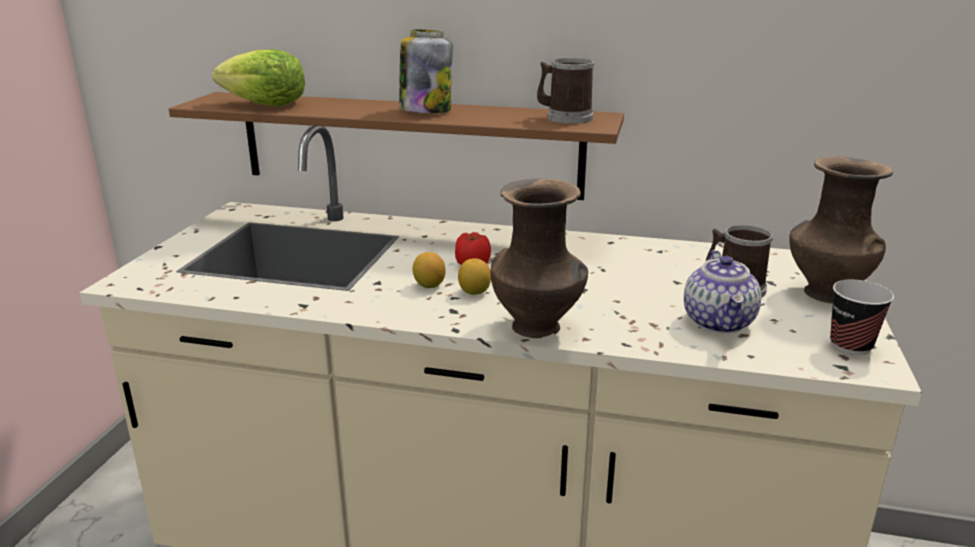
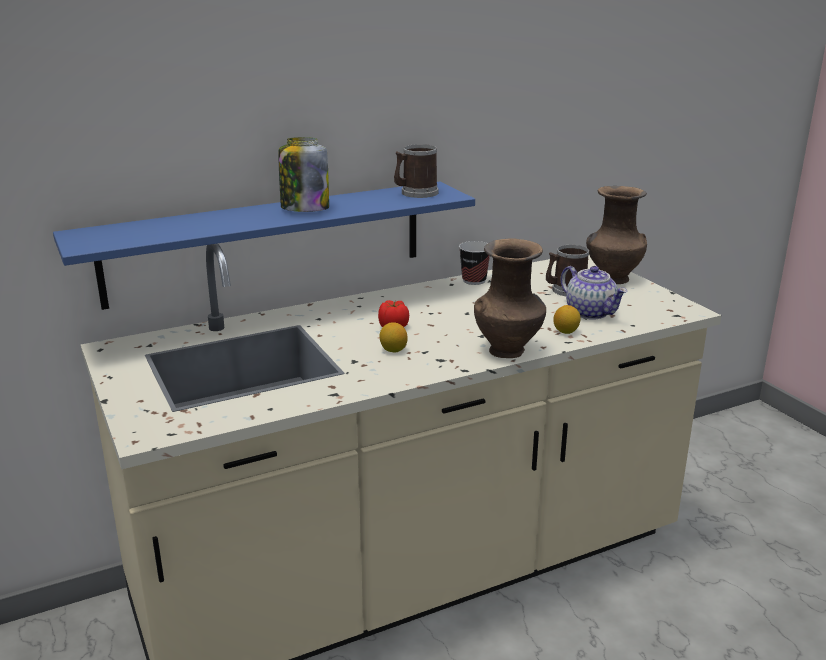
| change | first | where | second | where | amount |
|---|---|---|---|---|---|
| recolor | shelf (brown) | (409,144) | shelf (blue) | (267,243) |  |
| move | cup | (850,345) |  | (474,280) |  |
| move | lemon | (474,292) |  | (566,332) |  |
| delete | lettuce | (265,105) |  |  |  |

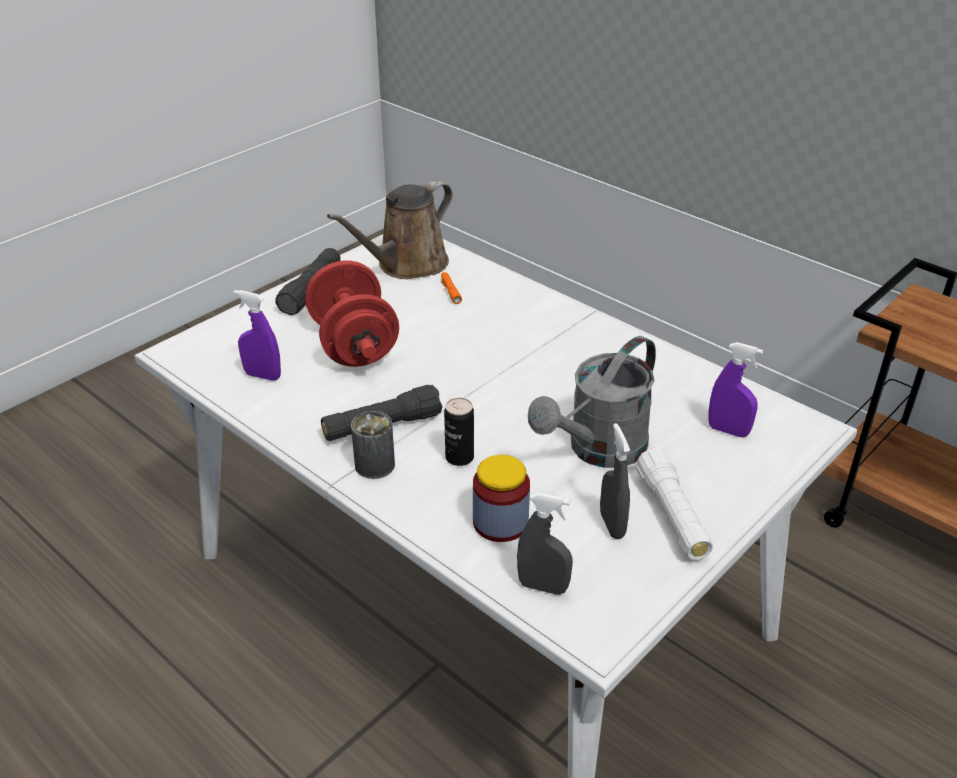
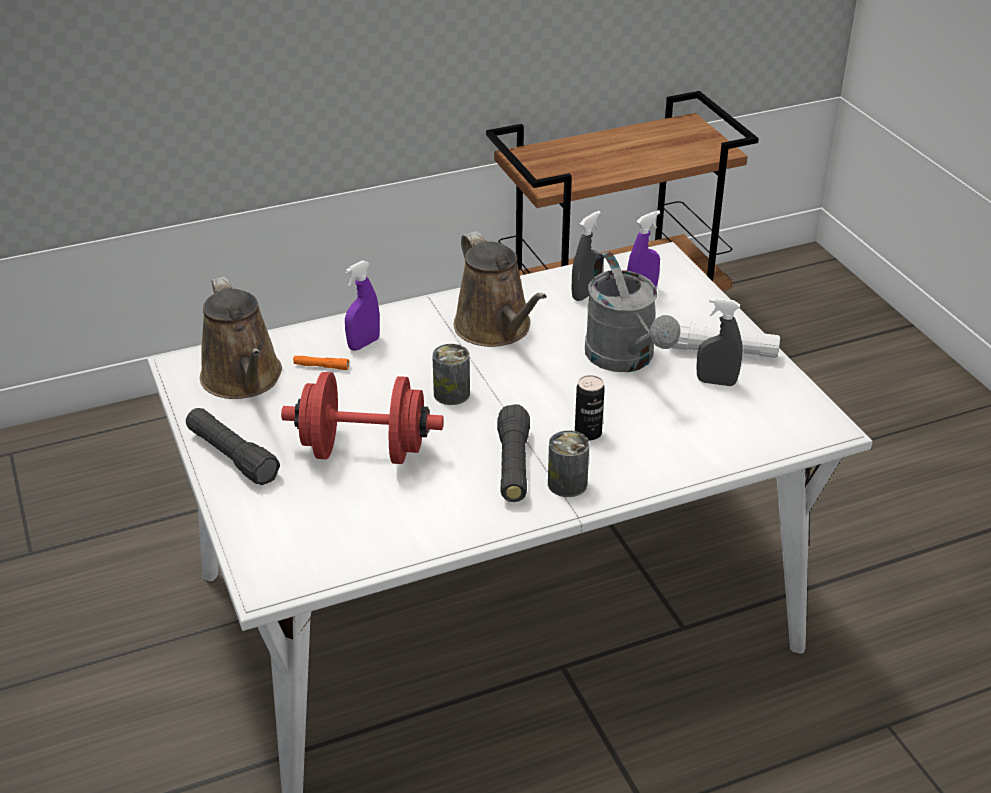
| change | first | where | second | where | amount |
|---|---|---|---|---|---|
| move | spray bottle (purple) | (263,376) |  | (363,344) |  |
| insert |  |  | can | (451,394) |  |
| insert |  |  | watering can (brown) | (496,329) |  |
| move | spray bottle (grey) | (543,586) |  | (585,294) |  |
| delete | jar | (500,522) |  |  |  |

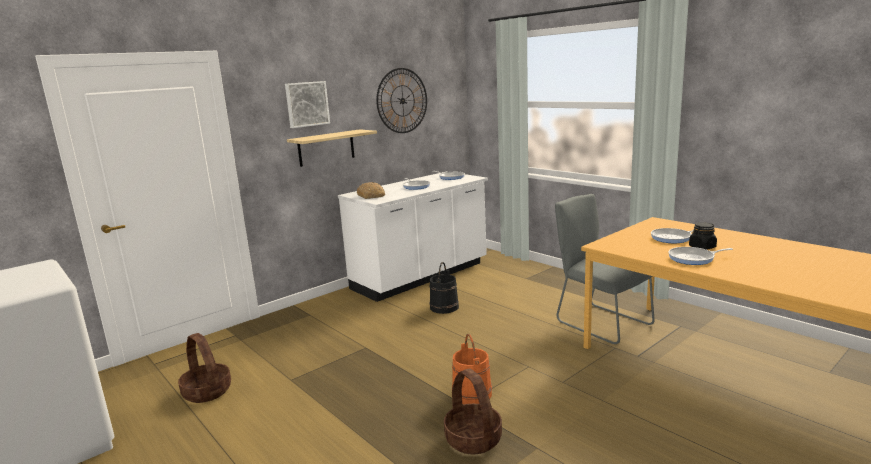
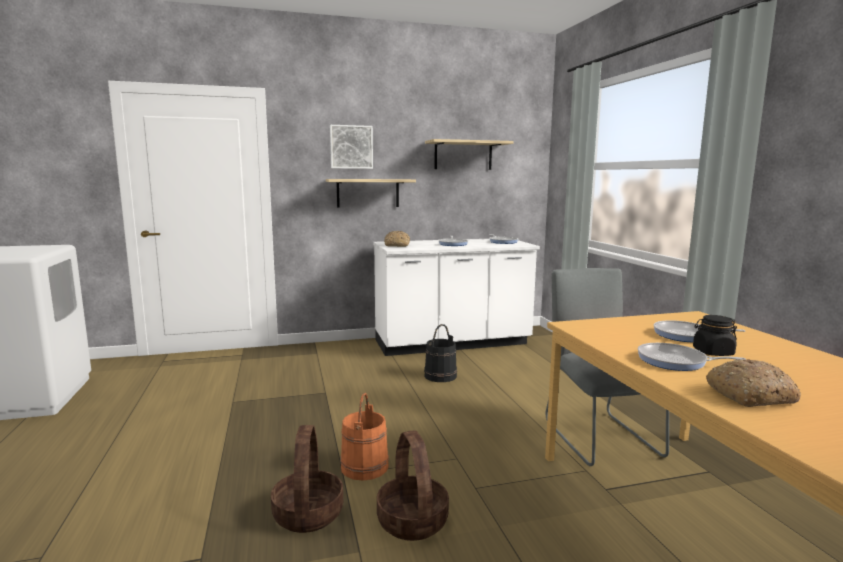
| change | first | where | second | where | amount |
|---|---|---|---|---|---|
| move | basket | (207,391) |  | (413,521) |  |
| replace | wall clock | (402,100) | shelf | (463,155) |  |
| insert |  |  | bread | (750,395) |  |

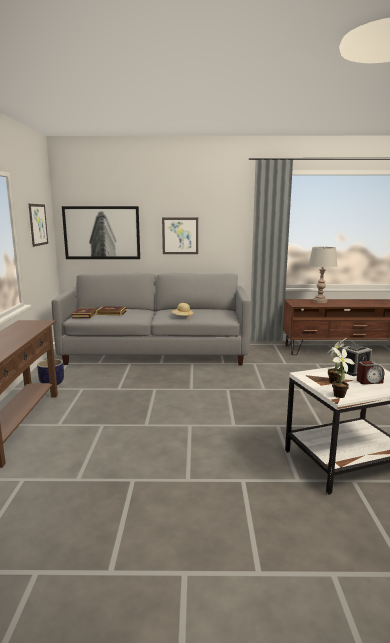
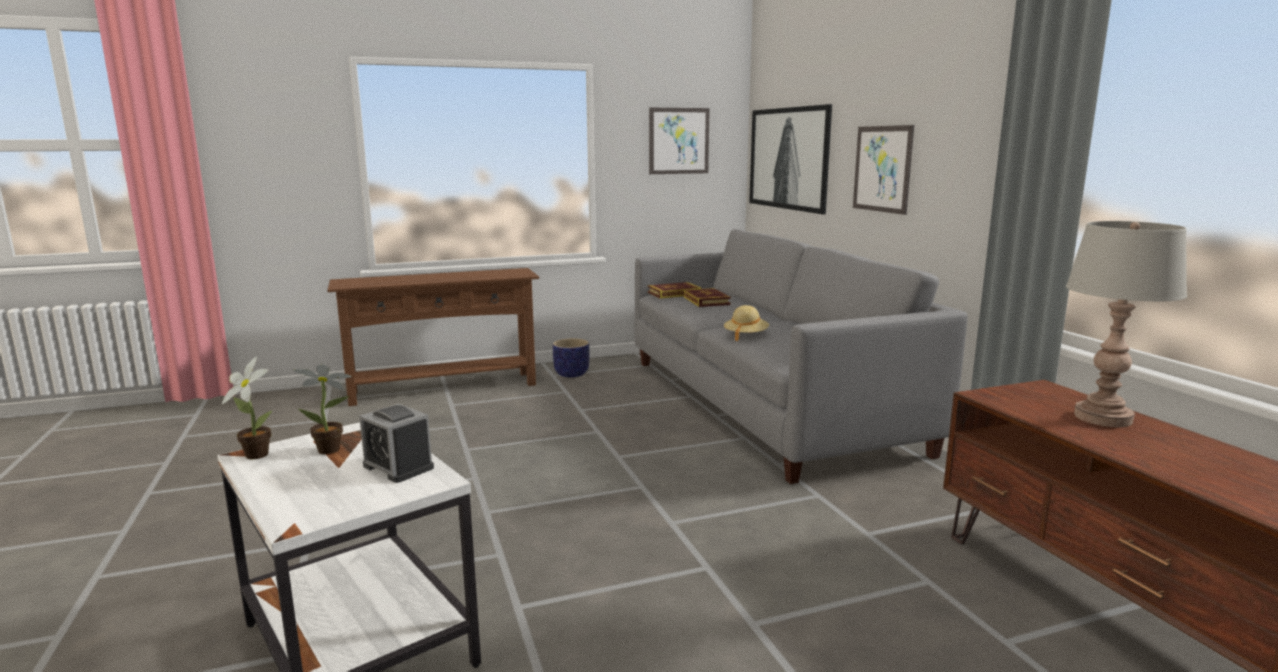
| change | first | where | second | where | amount |
|---|---|---|---|---|---|
| delete | alarm clock | (369,381) |  |  |  |

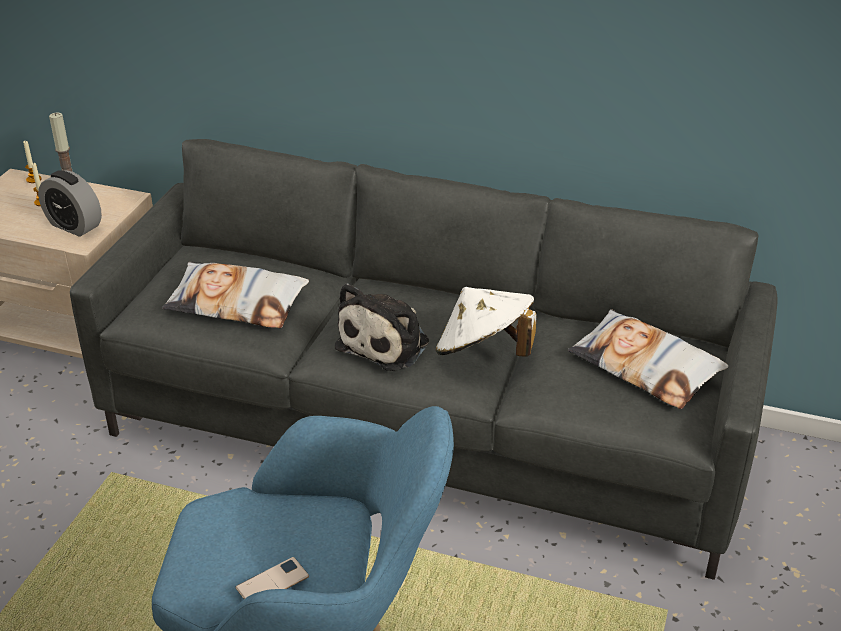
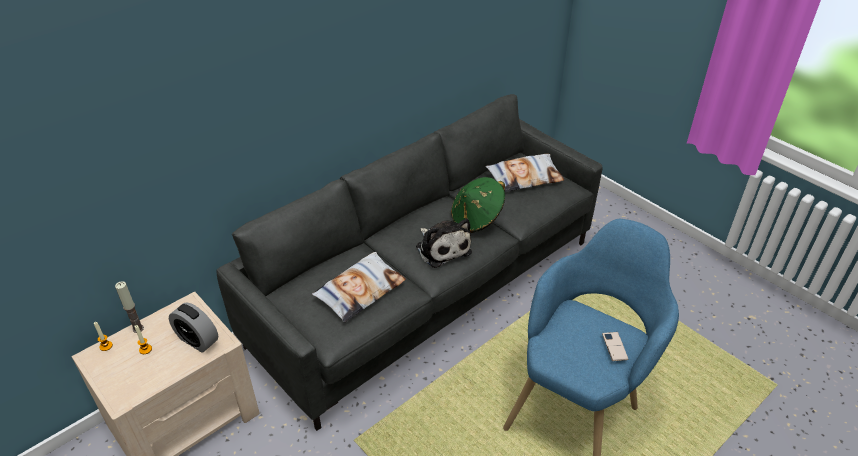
| change | first | where | second | where | amount |
|---|---|---|---|---|---|
| rotate | alarm clock | (74,226) |  | (197,340) | 60 degrees clockwise |
| recolor | hat (white) | (484,352) | hat (green) | (477,219) |  |

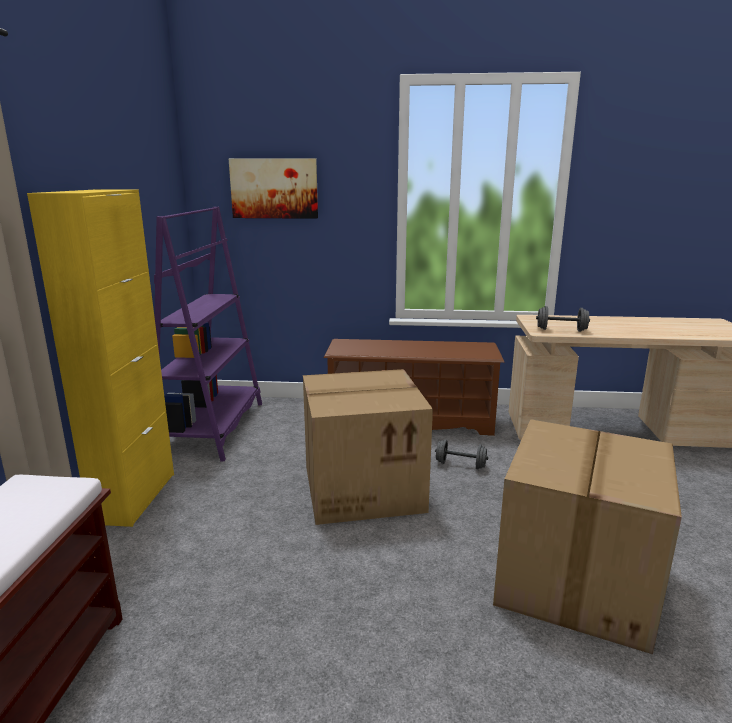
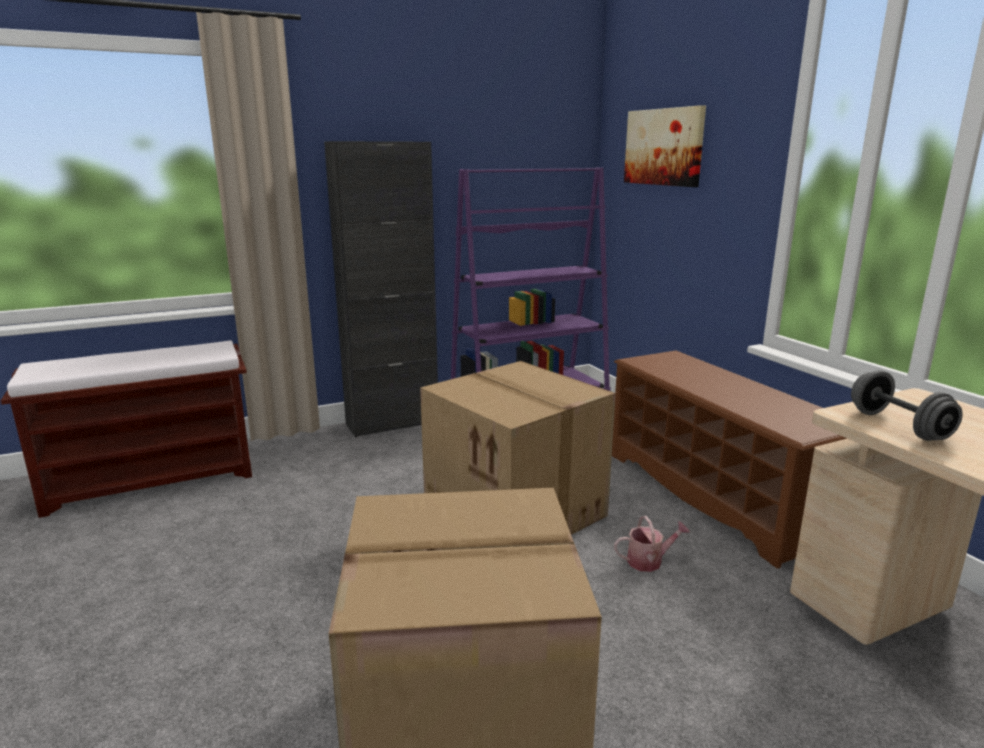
| change | first | where | second | where | amount |
|---|---|---|---|---|---|
| recolor | cabinet (yellow) | (134,497) | cabinet (black) | (392,423) |  |
| replace | dumbbell (grey) | (460,465) | watering can | (649,561) |  |

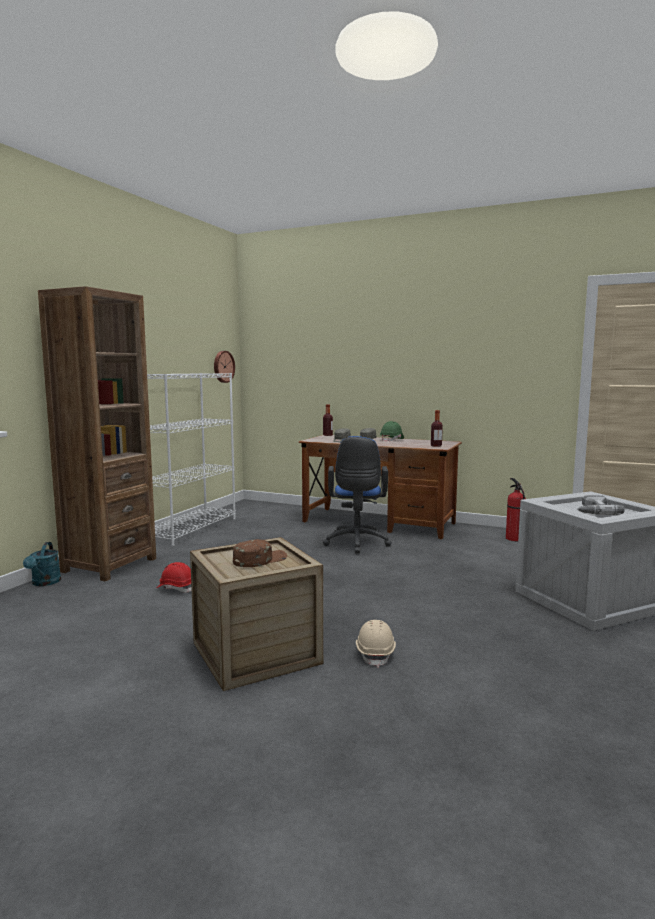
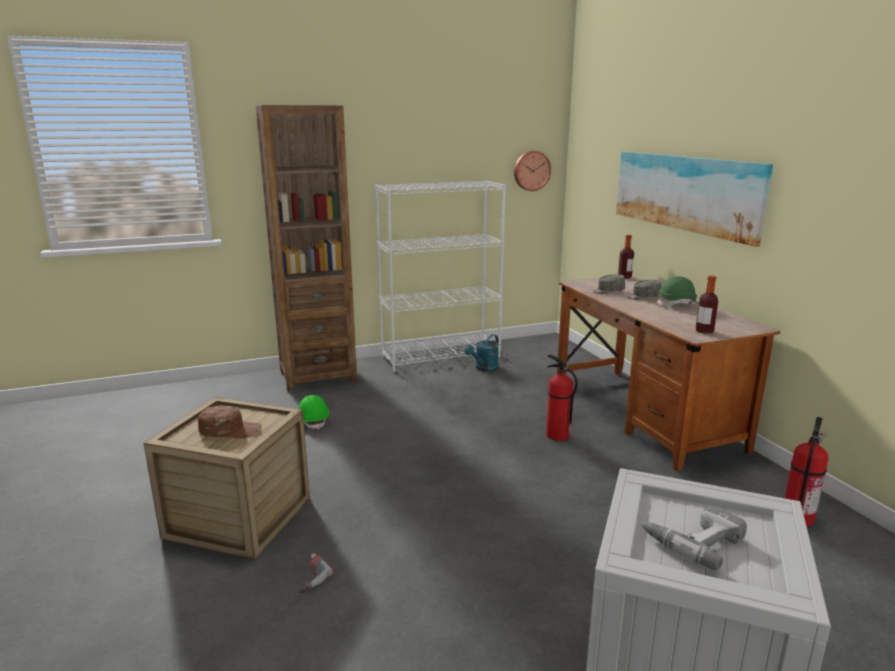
| change | first | where | second | where | amount |
|---|---|---|---|---|---|
| replace | hard hat (beige) | (375,653) | power drill | (307,578) |  |
| recolor | hard hat (red) | (176,588) | hard hat (green) | (313,420) |  |
| move | watering can (turquoise) | (44,583) |  | (484,369) |  |
| replace | office chair (blue) | (356,544) | fire extinguisher | (556,435) |  |
| insert |  |  | picture | (685,192) |  |

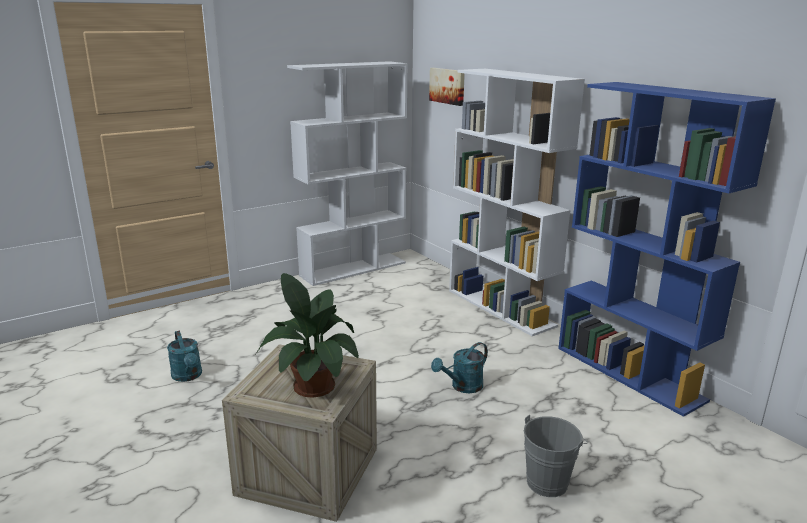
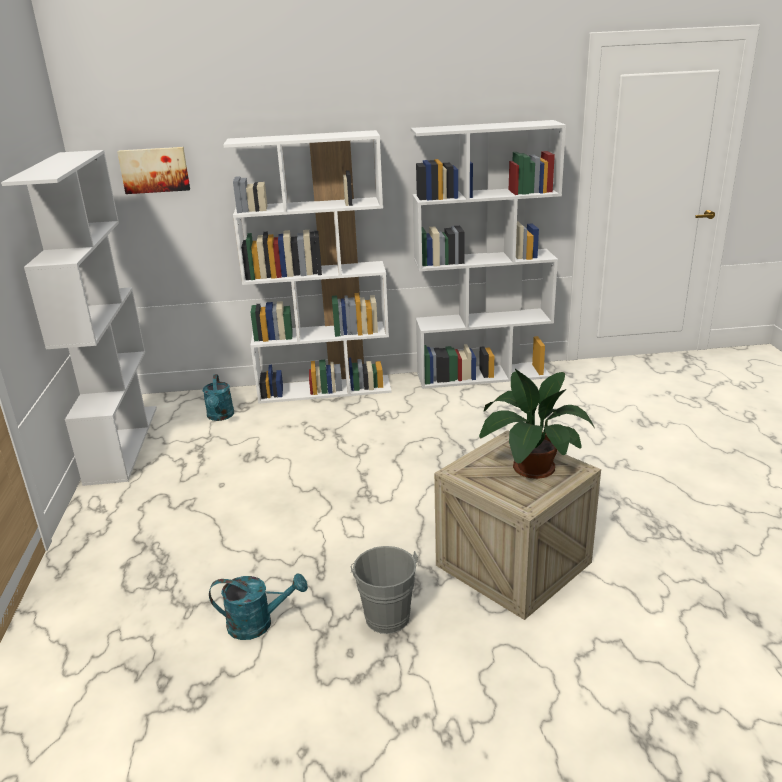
| change | first | where | second | where | amount |
|---|---|---|---|---|---|
| move | watering can (turquoise) | (462,387) |  | (220,417) |  |
| move | bucket (grey) | (549,480) |  | (386,614) |  |
| recolor | bookcase (blue) | (629,373) | bookcase (white) | (483,375) |  |

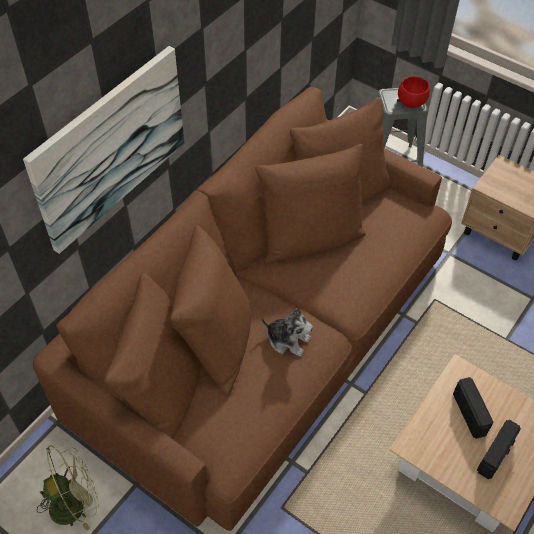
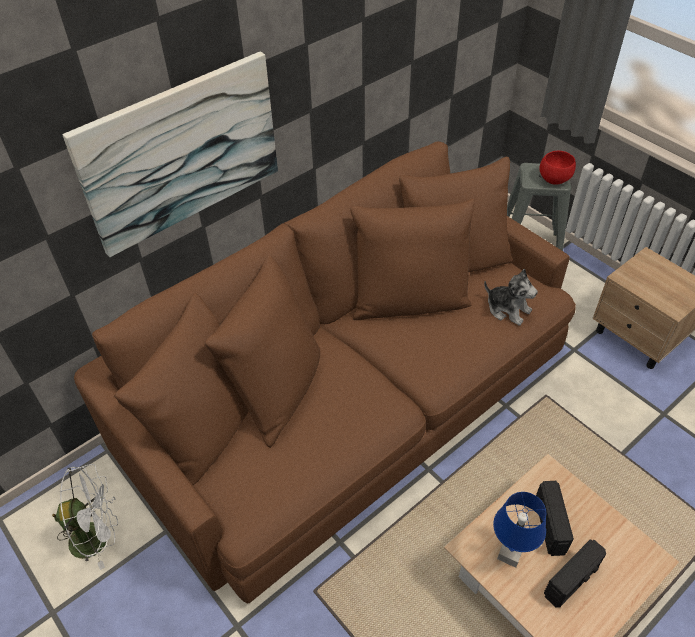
| change | first | where | second | where | amount |
|---|---|---|---|---|---|
| recolor | fan (green) | (74,502) | fan (white) | (98,537) |  |
| move | plush toy | (288,340) |  | (508,309) |  |
| insert |  |  | table lamp (blue) | (510,554) |  |

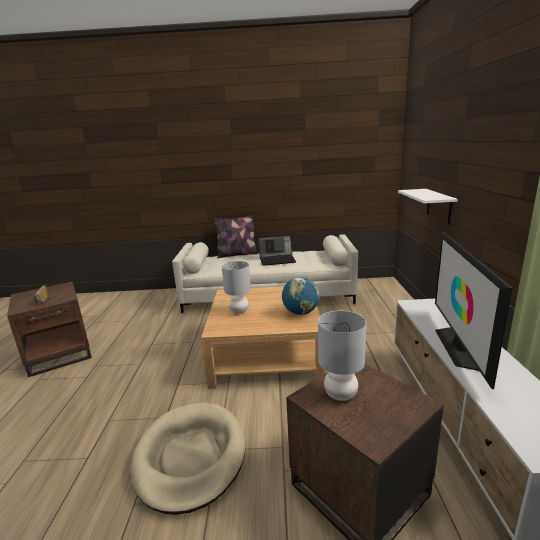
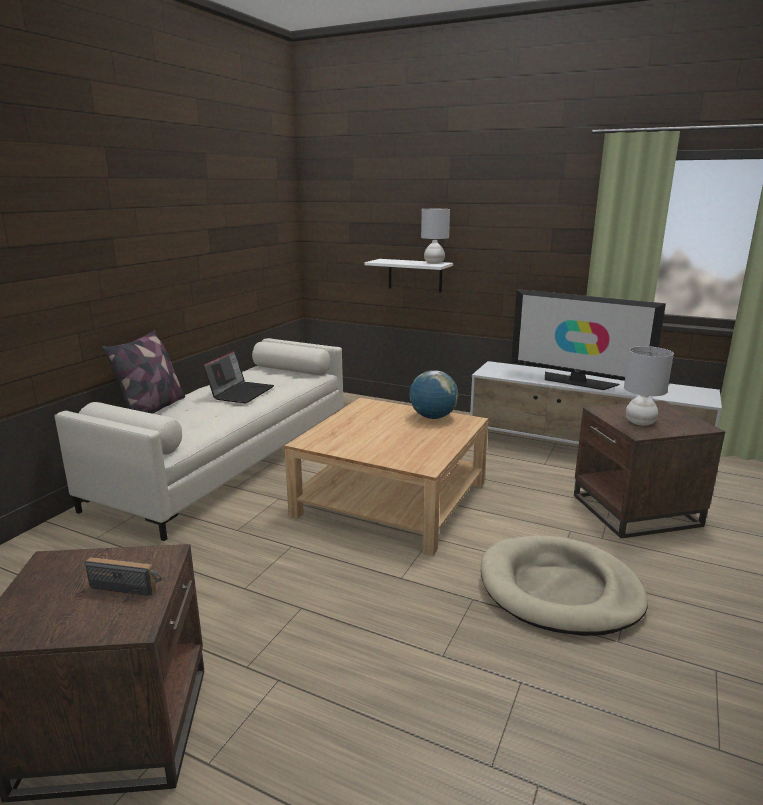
| change | first | where | second | where | amount |
|---|---|---|---|---|---|
| move | table lamp (grey) | (239,311) |  | (434,263) |  |

